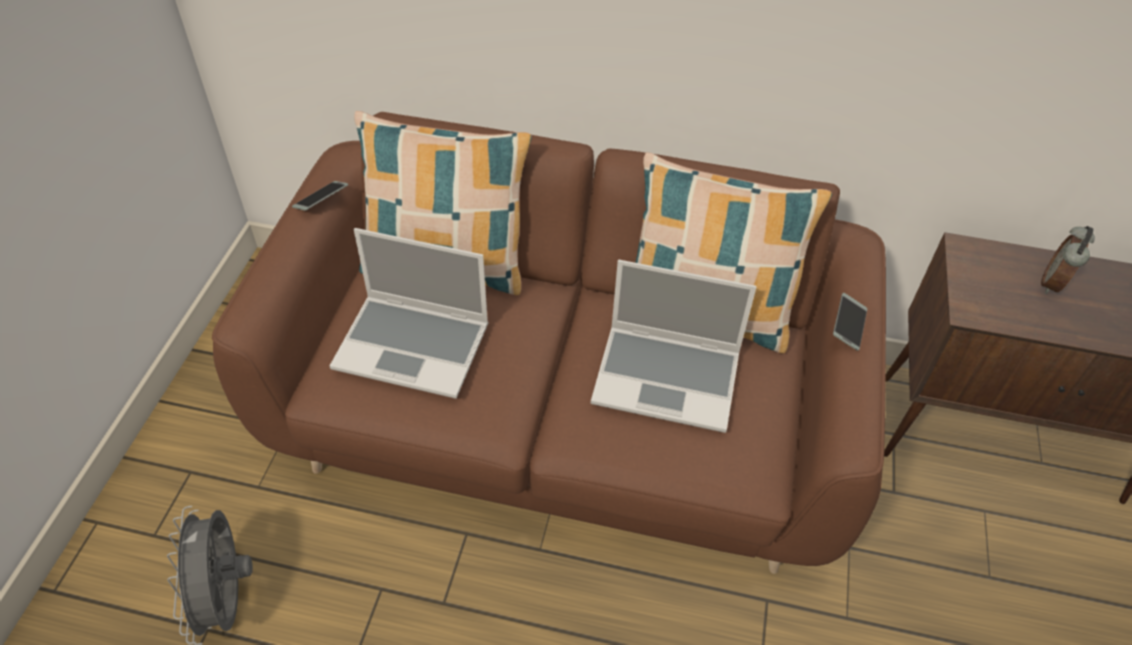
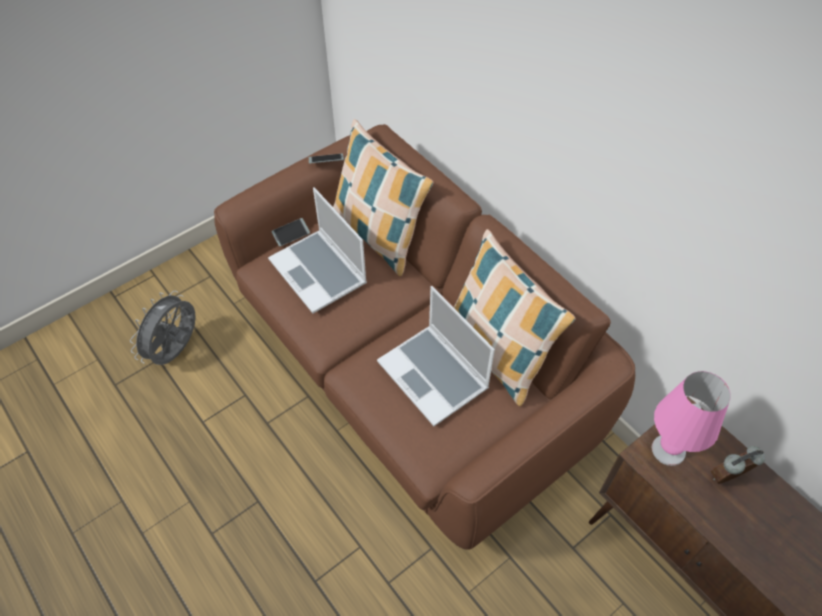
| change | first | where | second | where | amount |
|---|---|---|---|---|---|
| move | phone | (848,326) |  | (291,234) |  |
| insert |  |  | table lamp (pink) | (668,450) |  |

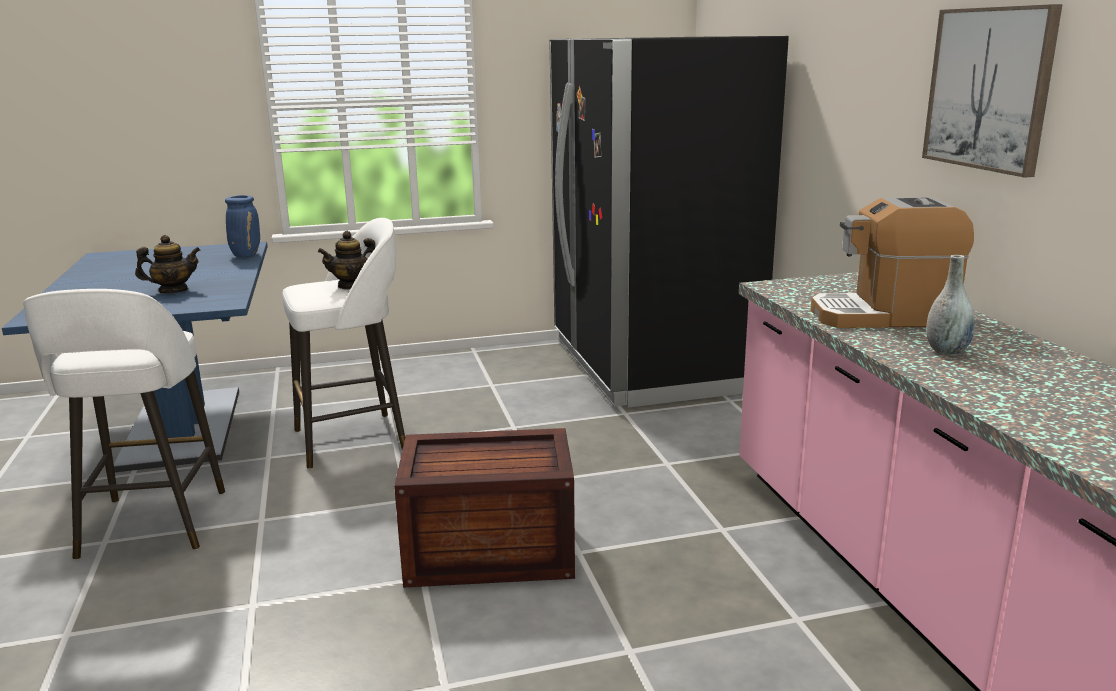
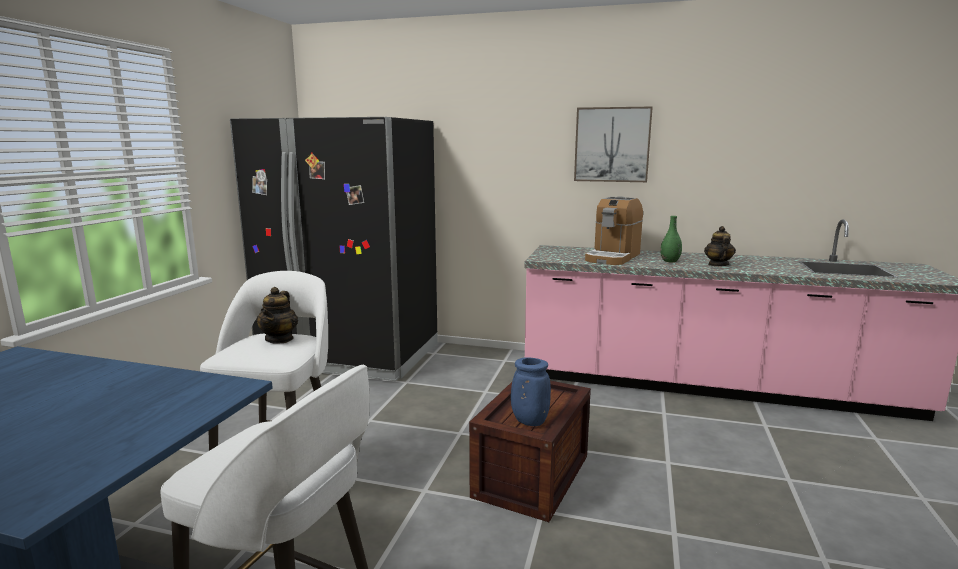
| change | first | where | second | where | amount |
|---|---|---|---|---|---|
| move | vase (blue) | (246,255) |  | (528,421) |  |
| recolor | vase (grey) | (946,351) | vase (green) | (670,261) |  |
| move | teapot | (173,291) |  | (718,265) |  |

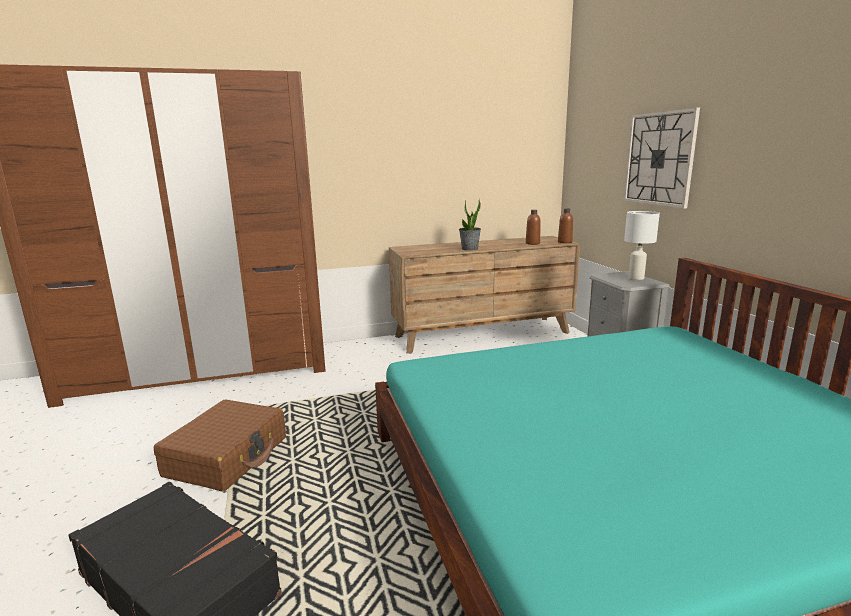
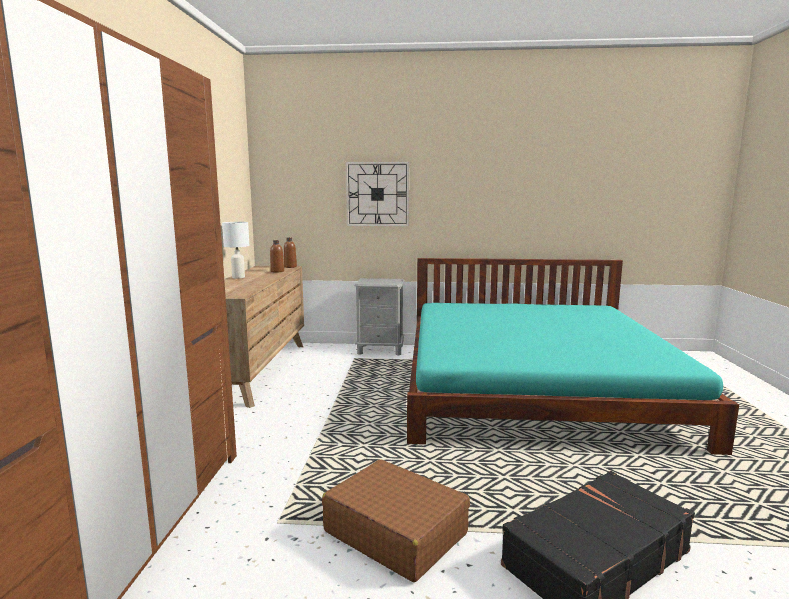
| change | first | where | second | where | amount |
|---|---|---|---|---|---|
| move | table lamp (white) | (636,278) |  | (238,277) |  |
| delete | potted plant | (469,249) |  |  |  |

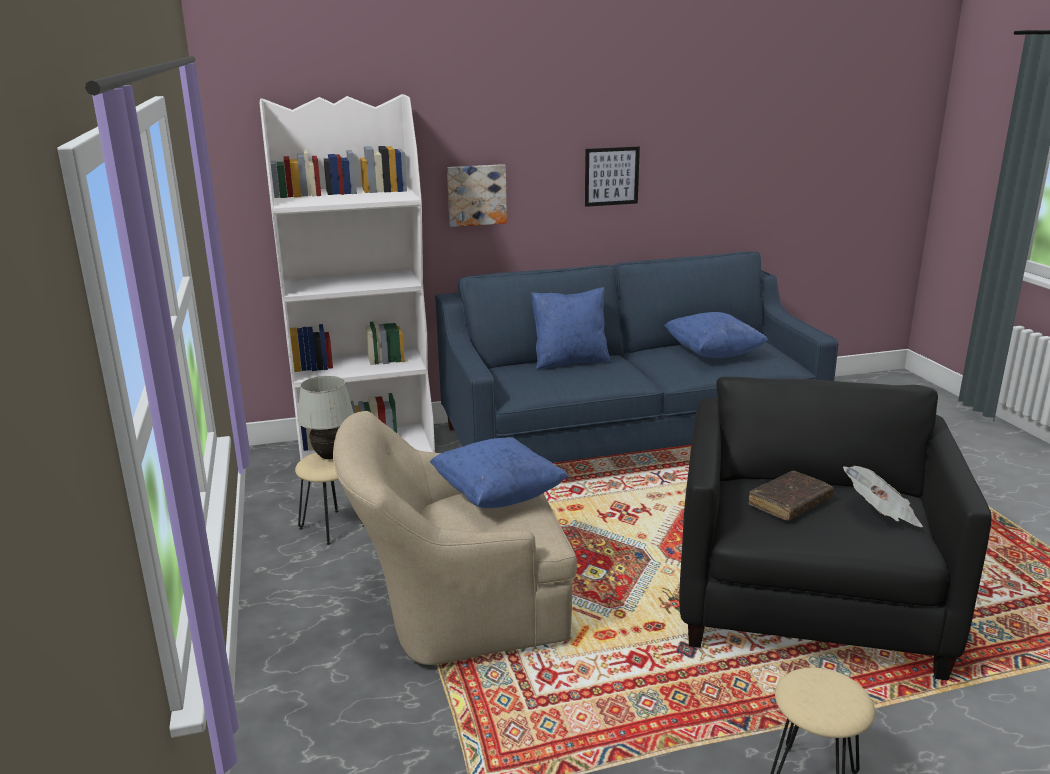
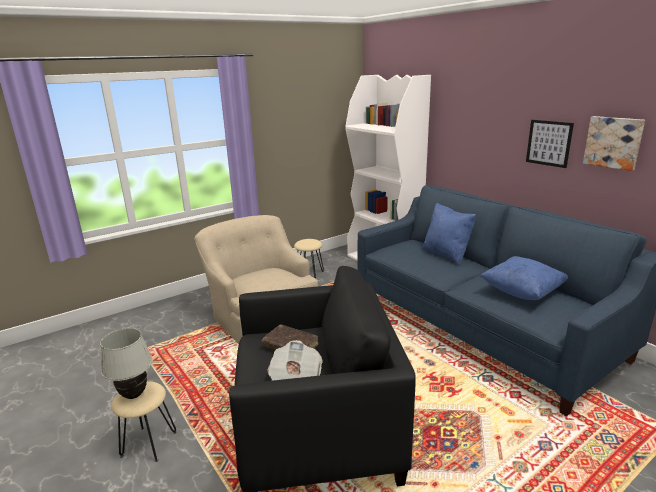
| change | first | where | second | where | amount |
|---|---|---|---|---|---|
| move | table lamp (white) | (330,456) |  | (134,395) |  |
| move | picture | (476,195) |  | (613,142) |  |
| delete | pillow (blue) | (498,496) |  |  |  |

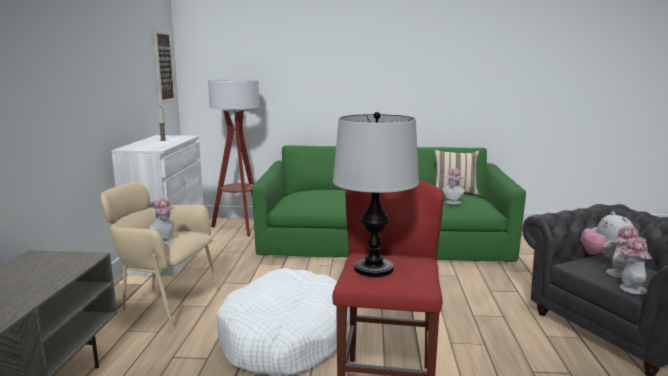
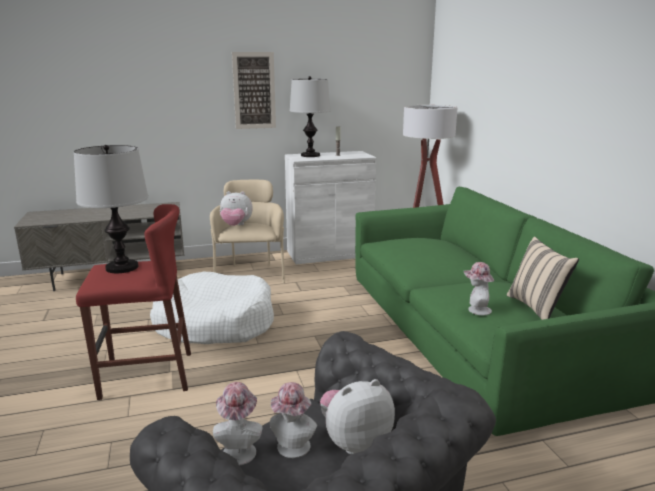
| change | first | where | second | where | amount |
|---|---|---|---|---|---|
| replace | hat | (165,242) | plush toy | (236,226) |  |
| move | picture | (164,66) |  | (254,90) |  |
| insert |  |  | table lamp | (310,155) |  |

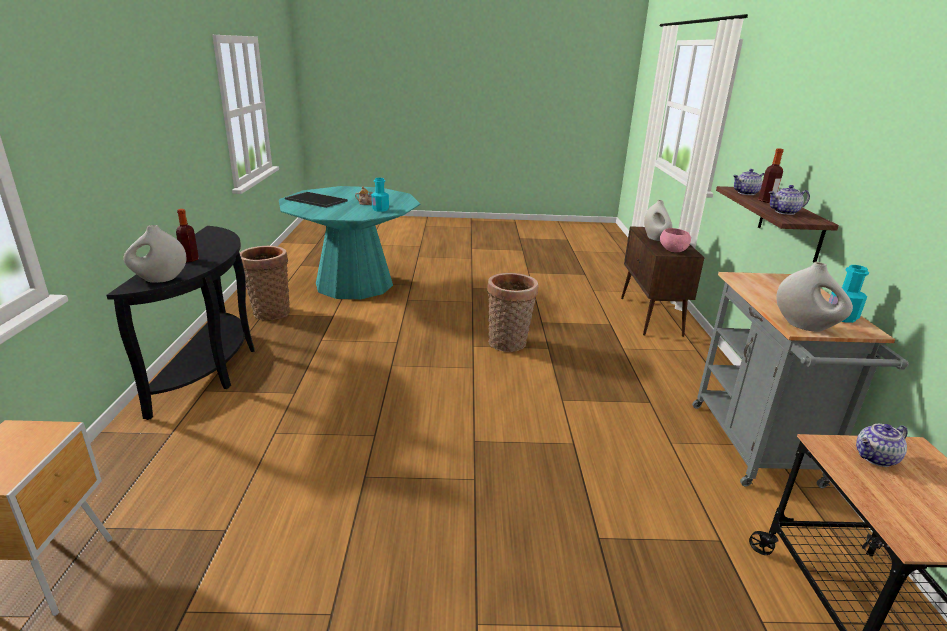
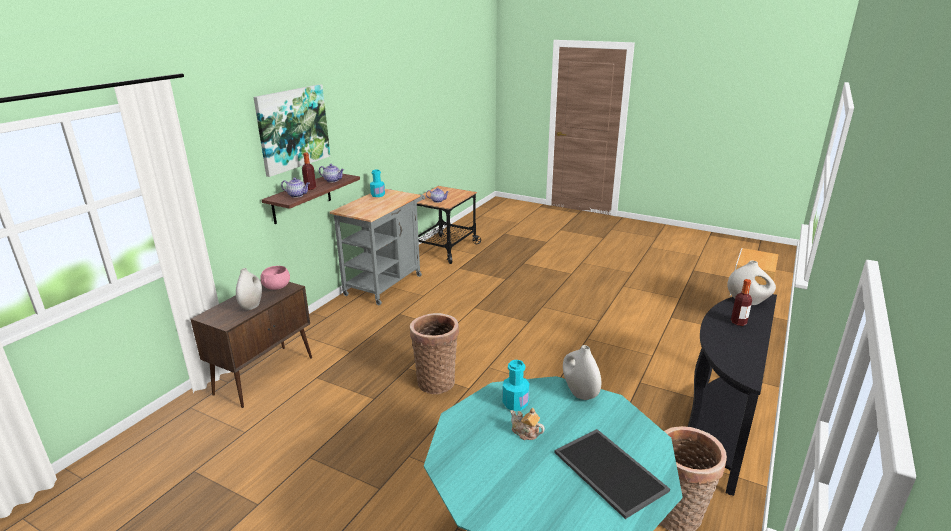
| change | first | where | second | where | amount |
|---|---|---|---|---|---|
| insert |  |  | picture | (292,128) |  |
| move | vase (white) | (805,326) |  | (579,393) |  |

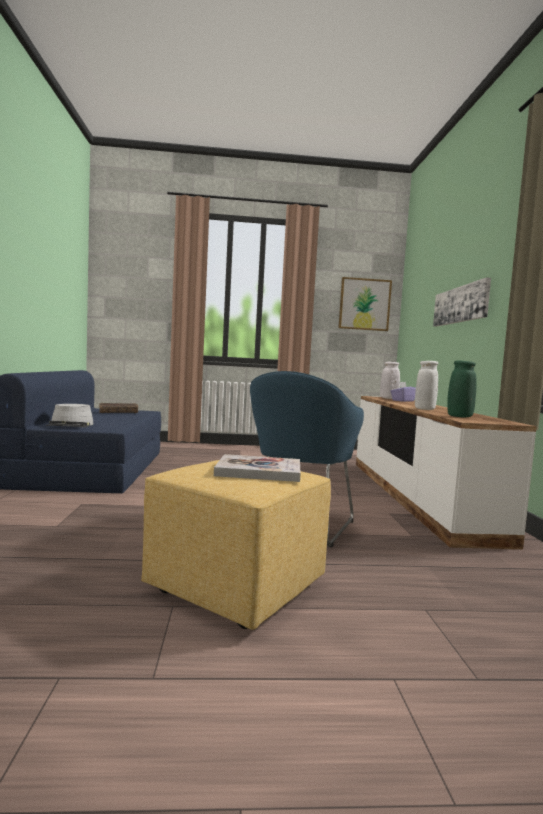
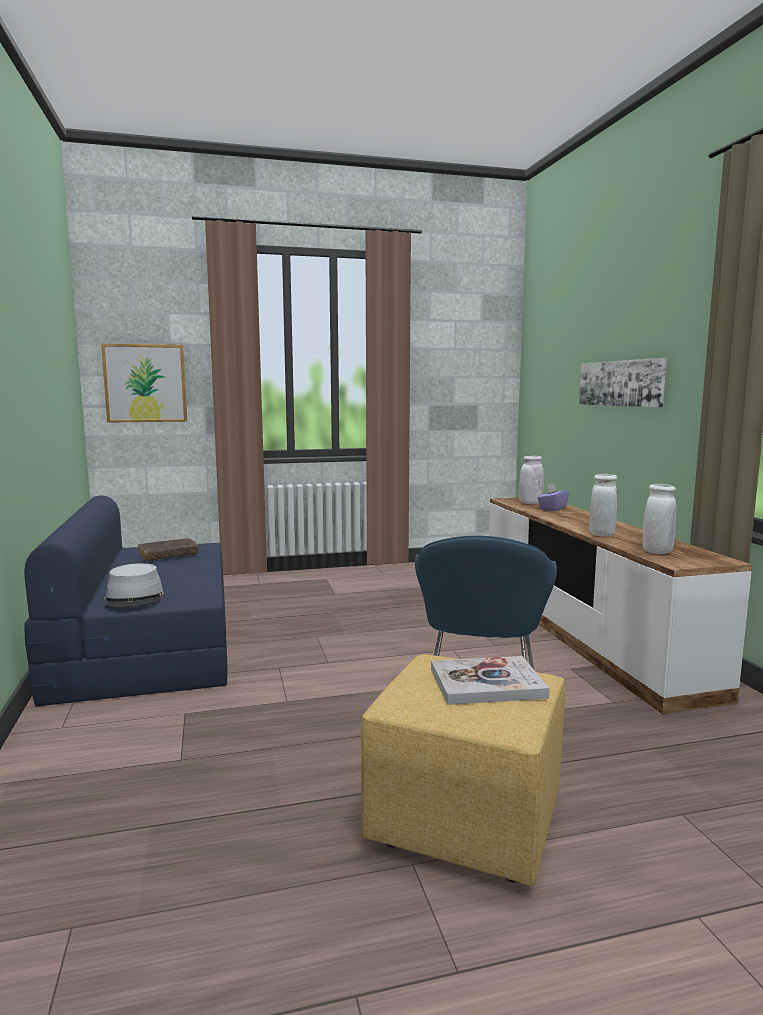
| change | first | where | second | where | amount |
|---|---|---|---|---|---|
| move | picture | (364,304) |  | (145,383) |  |
| recolor | vase (green) | (460,416) | vase (white) | (657,552) |  |

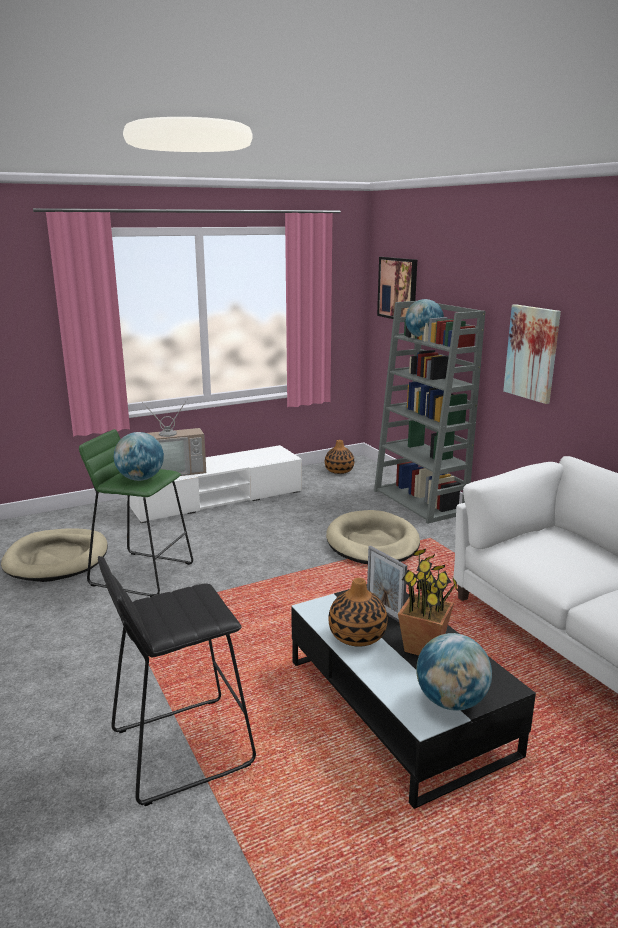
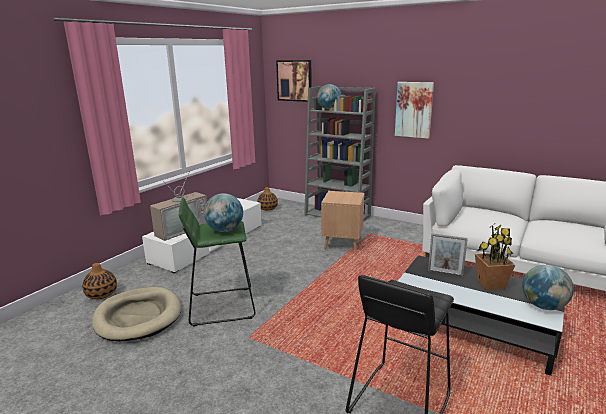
| change | first | where | second | where | amount |
|---|---|---|---|---|---|
| move | vase | (357,636) |  | (101,294) |  |
| replace | dog bed (beige) | (372,543) | side table (brown) | (342,244) |  |

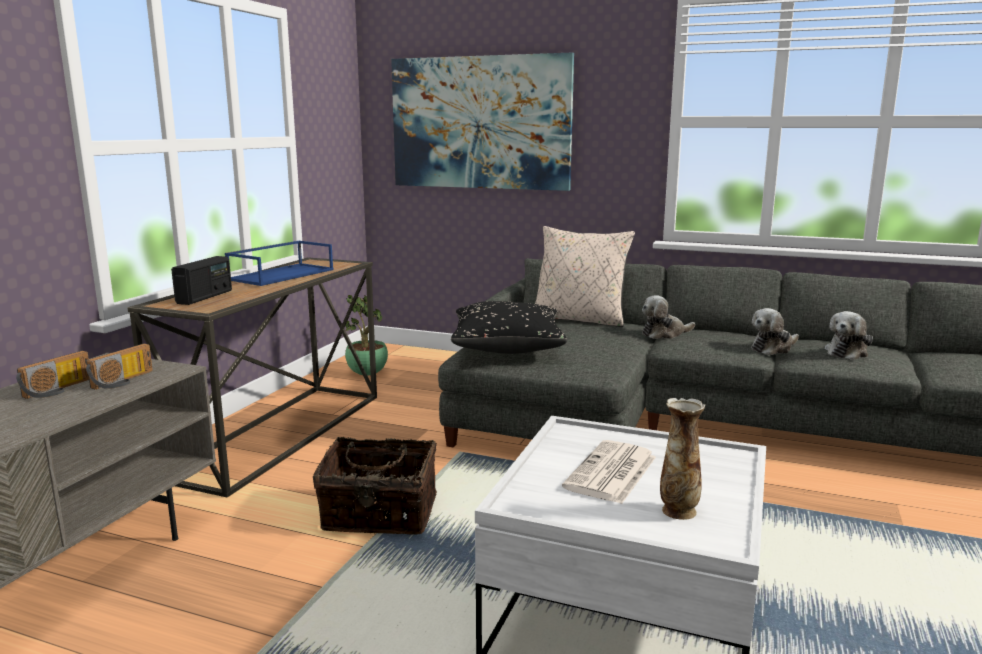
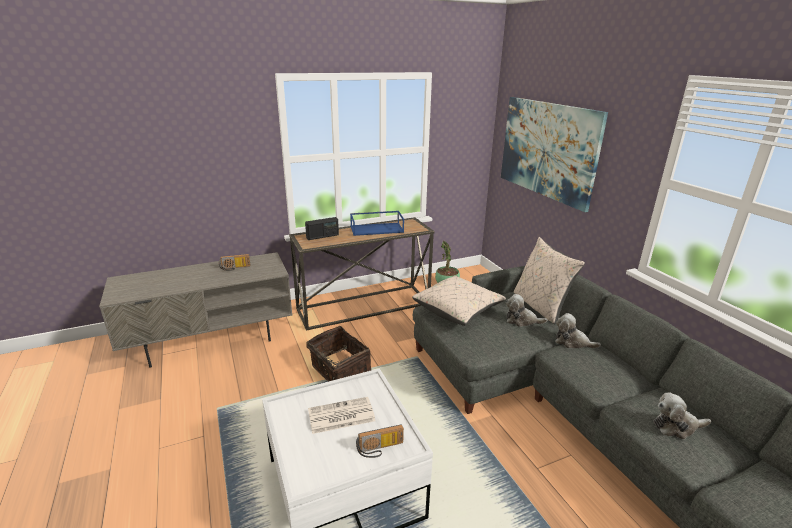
| change | first | where | second | where | amount |
|---|---|---|---|---|---|
| move | radio | (124,381) |  | (380,449) |  |
| recolor | pillow (black) | (507,346) | pillow (beige) | (457,310) |  |
| move | plush toy | (773,348) |  | (521,320) |  |
| delete | vase | (678,510) |  |  |  |

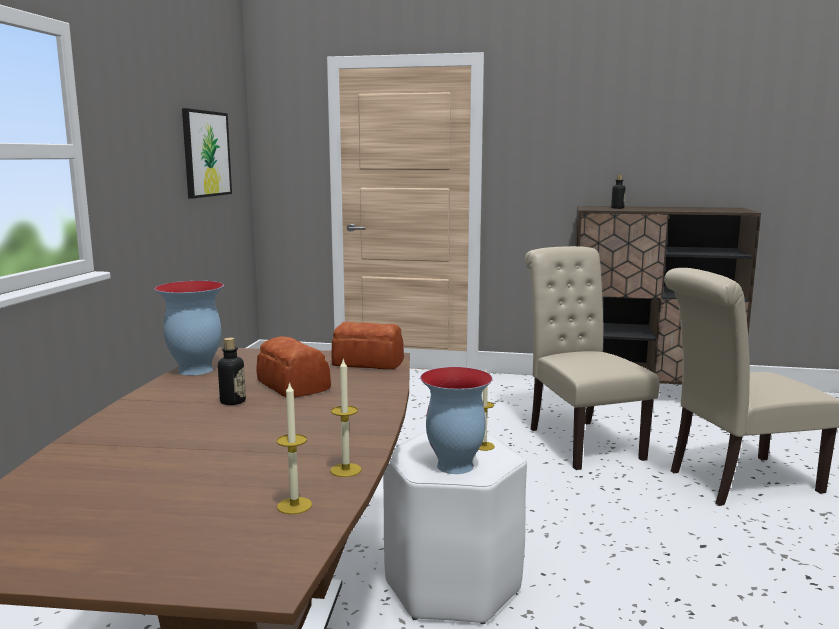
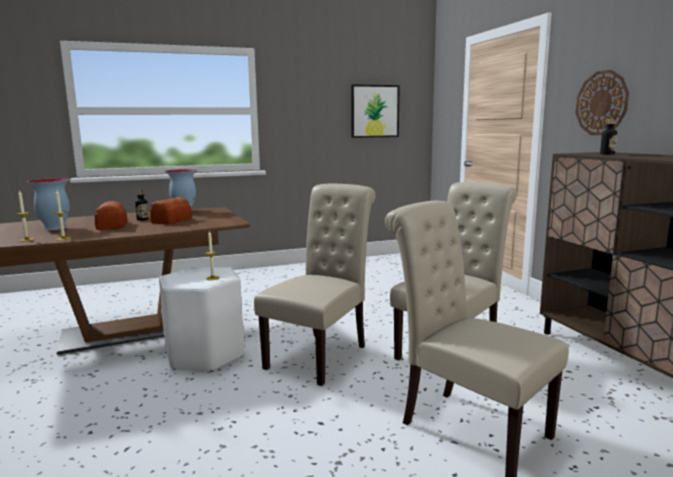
| change | first | where | second | where | amount |
|---|---|---|---|---|---|
| move | vase | (455,466) |  | (54,228) |  |
| move | bread | (369,363) |  | (111,226) |  |
| insert |  |  | chair (beige) | (321,354) |  |
| insert |  |  | wall clock | (601,103) |  |

